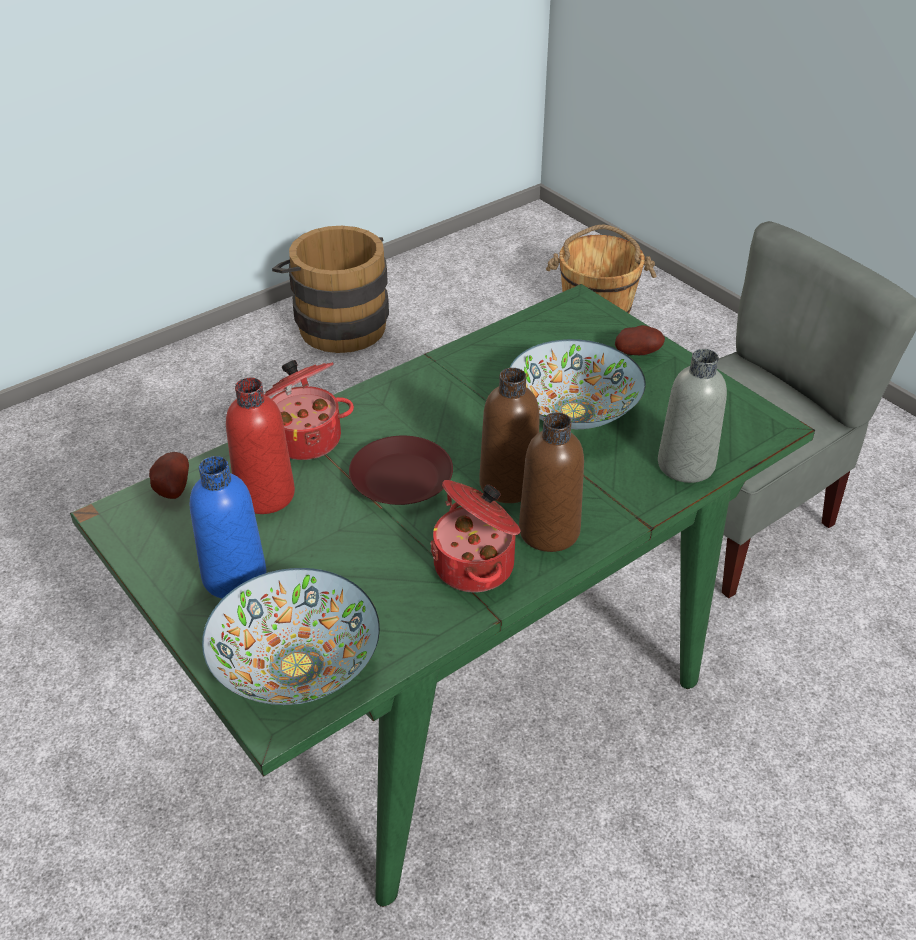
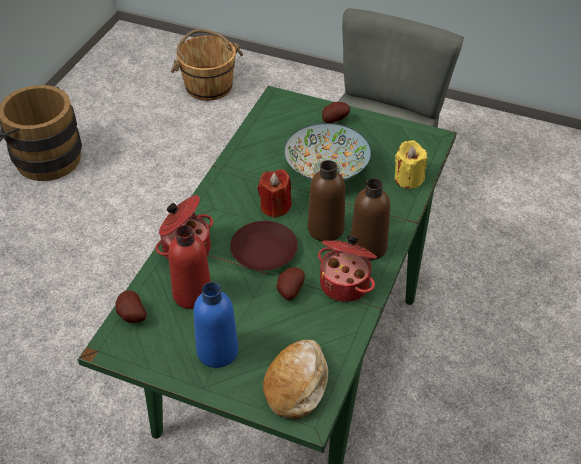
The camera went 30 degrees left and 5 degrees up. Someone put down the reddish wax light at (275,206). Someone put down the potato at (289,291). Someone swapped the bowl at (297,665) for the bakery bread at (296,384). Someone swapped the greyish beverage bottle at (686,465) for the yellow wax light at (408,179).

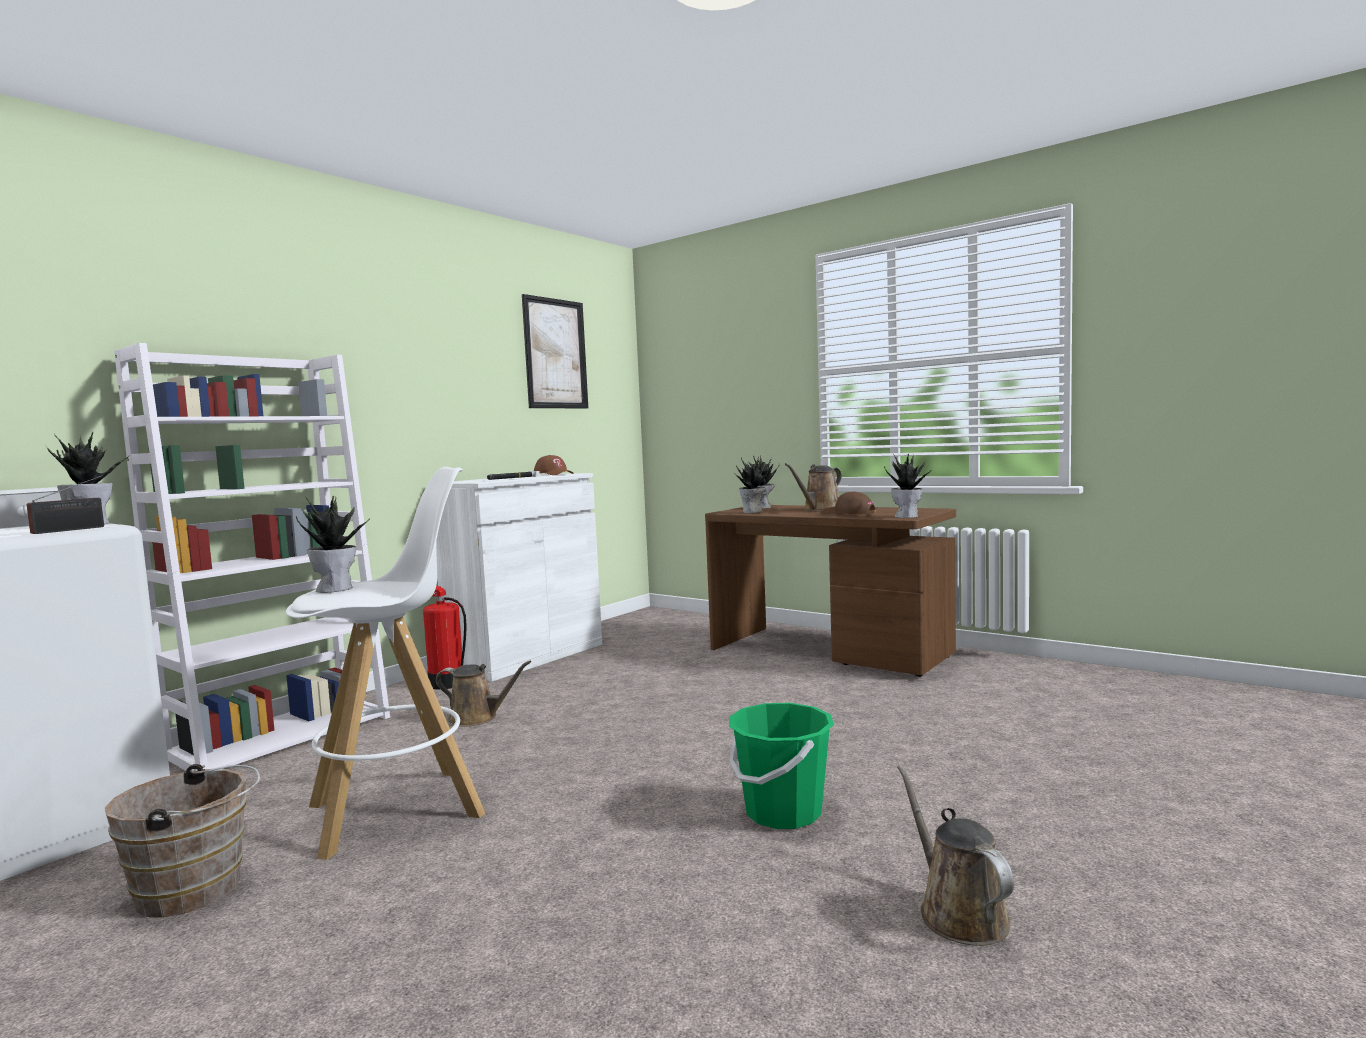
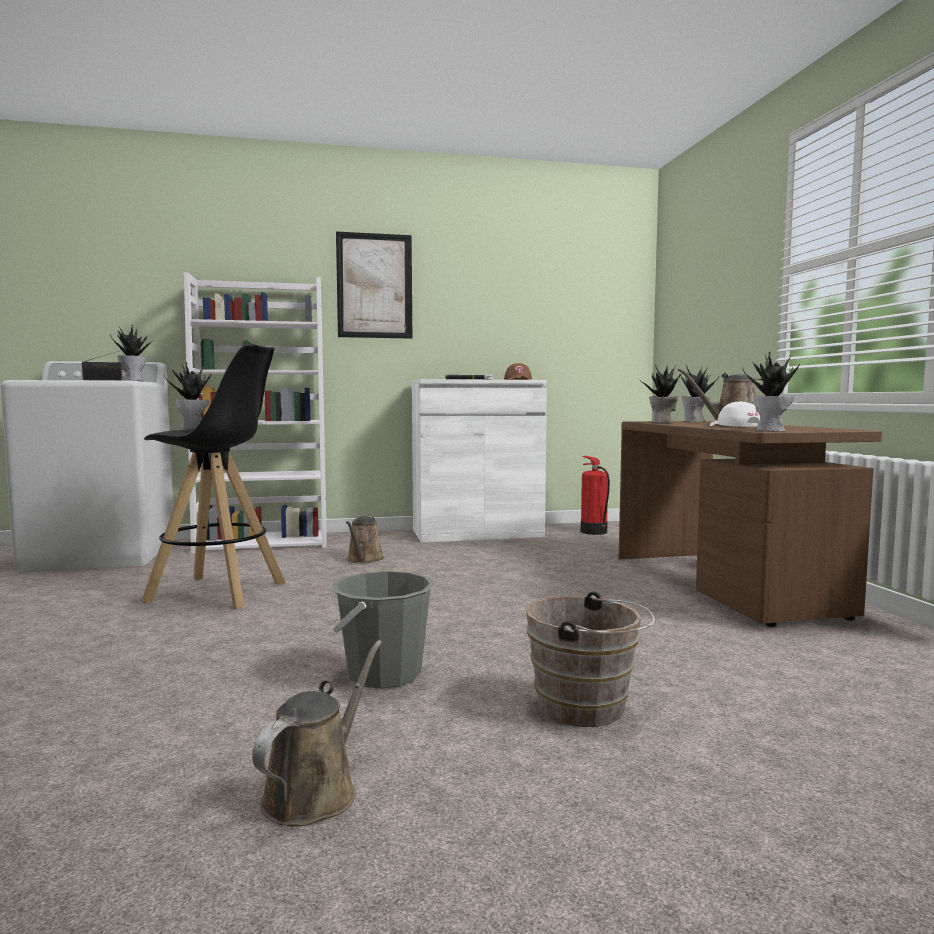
The camera went 40 degrees right and 0 degrees up. Someone carried the brown-coloured bucket from (198,889) to (587,708). Someone carried the fire-fighting cylinder from (446,683) to (593,532). Someone carried the picture from (555,354) to (374,286). Someone repainted the white stool at (398,810), which became the black stool at (218,592). Someone repainted the green-coloured bucket at (783,812), which became the greyish bucket at (384,674). Someone repainted the brown-coloured cap at (848,513), which became the white cap at (735,426). Someone rotated the brown-coloured sprinkling can at (477,718) by 45 degrees clockwise.

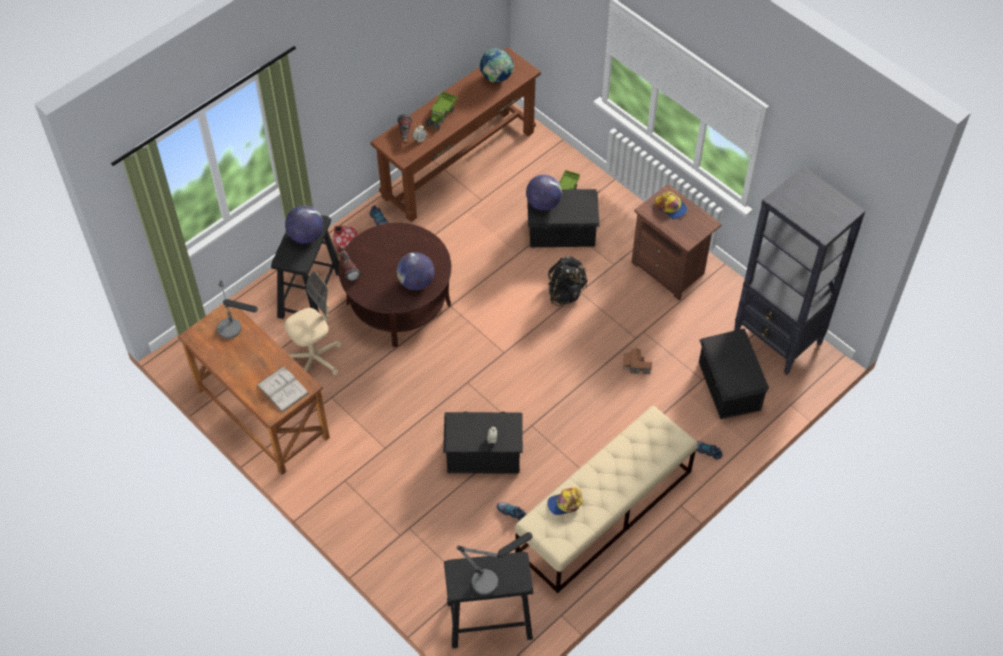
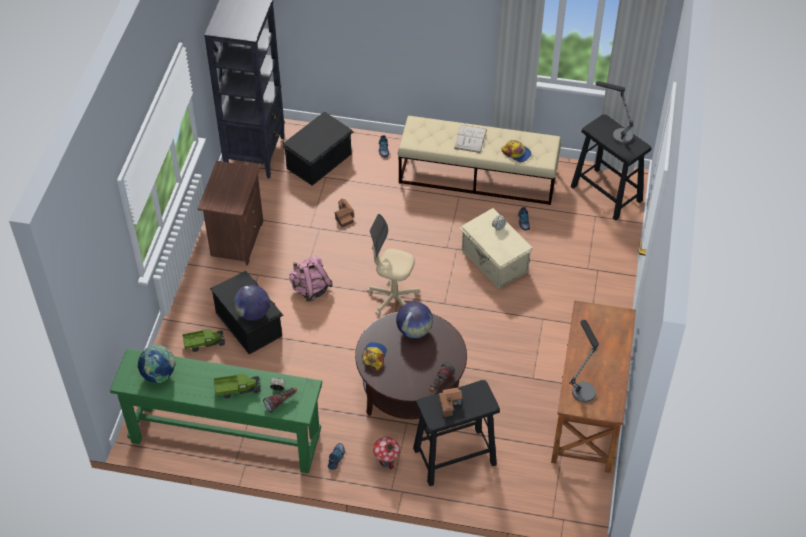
The camera went 125 degrees left and 5 degrees down. Someone carried the white volume from (282,389) to (470,139). Someone carried the sand-coloured desk chair from (315,359) to (393,298). Someone carried the cap from (671,207) to (374,356). Someone swapped the world globe at (306,236) for the miniature house at (450,403). Someone repainted the brown-coloured console table at (459,164), which became the green-coloured console table at (225,438). Someone repainted the black storage bin at (483,453), which became the sand-coloured storage bin at (494,261). Someone repainted the black backpack at (566,293), which became the pink backpack at (310,289).

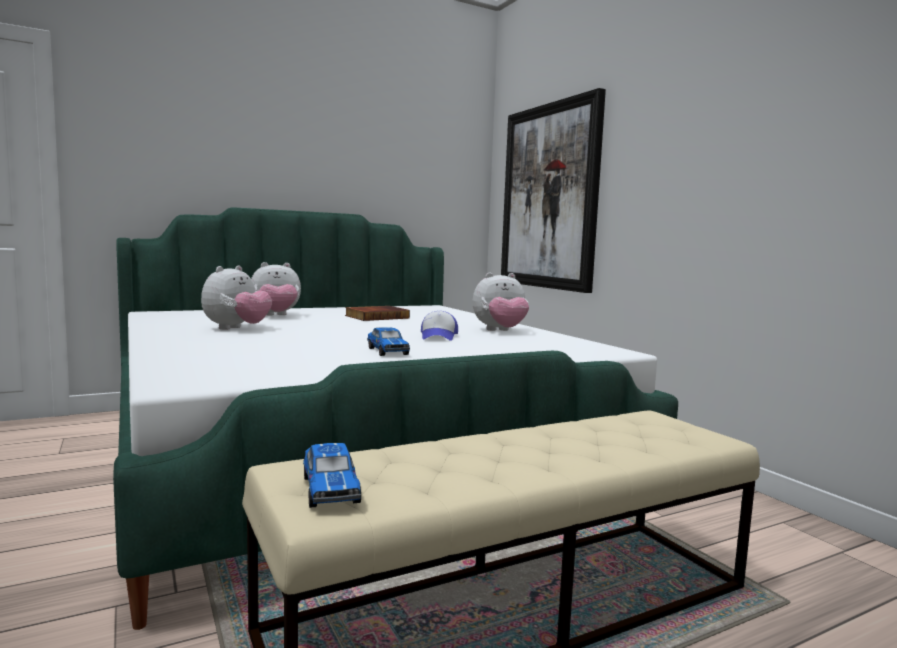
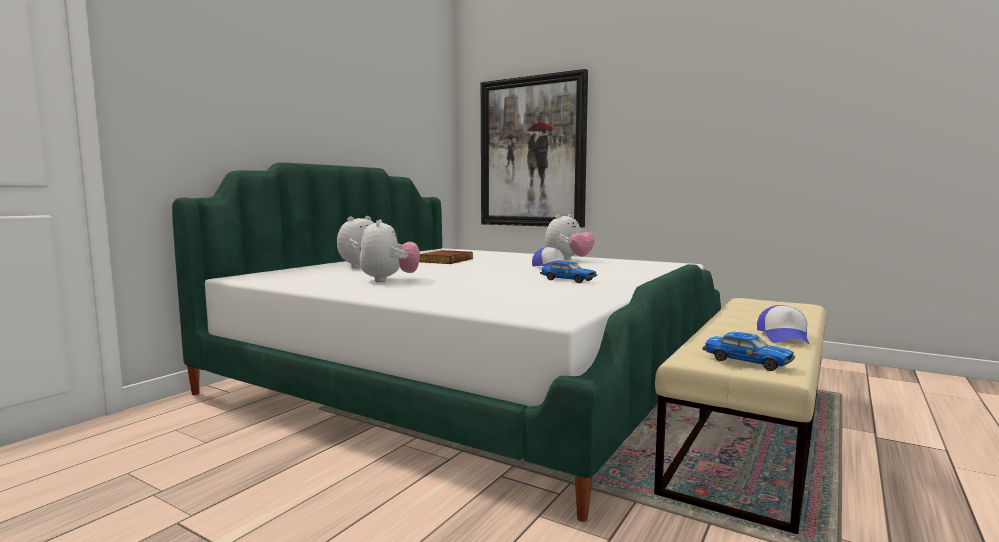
The camera went 30 degrees left and 0 degrees up. Someone put down the cap at (784,337).

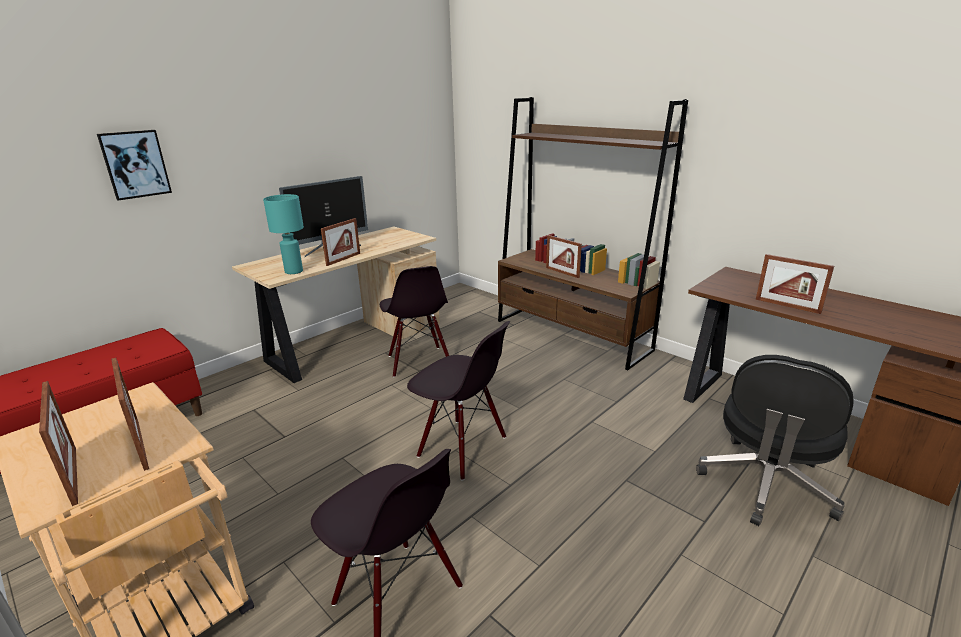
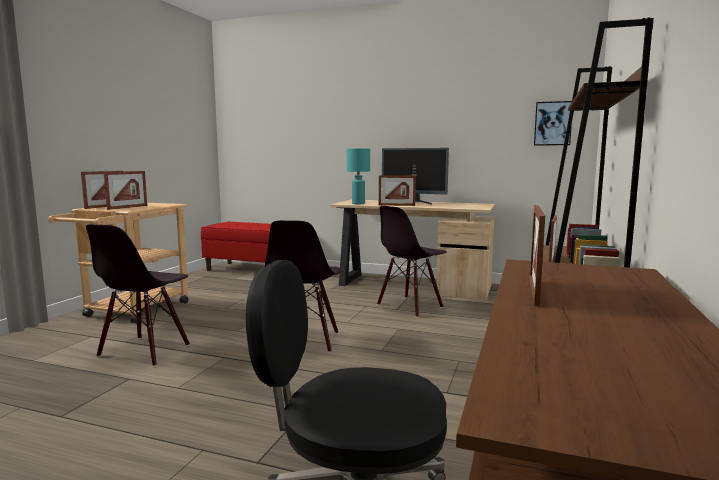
The camera went 65 degrees right and 15 degrees down. Someone carried the picture from (135,164) to (553,123).

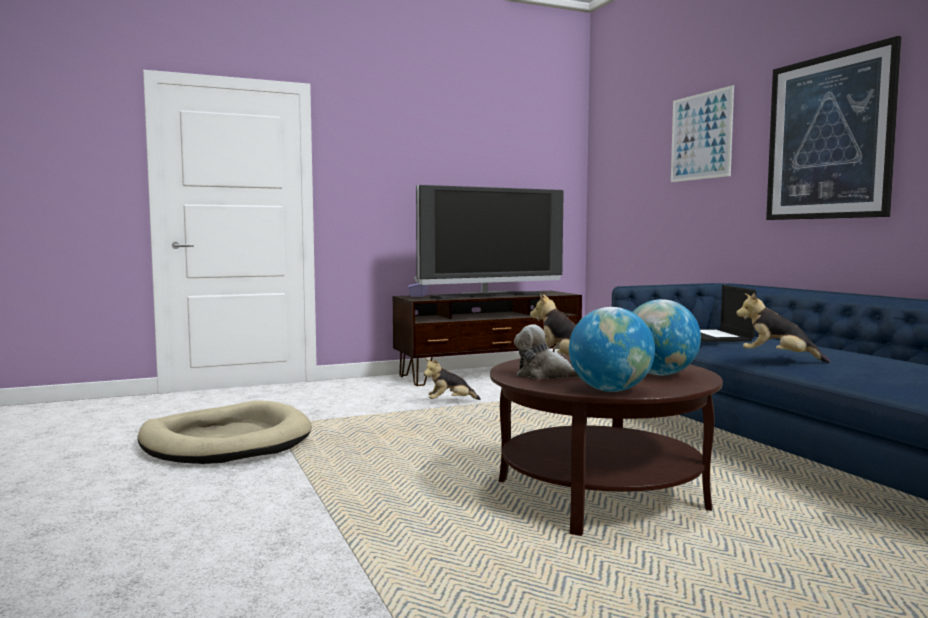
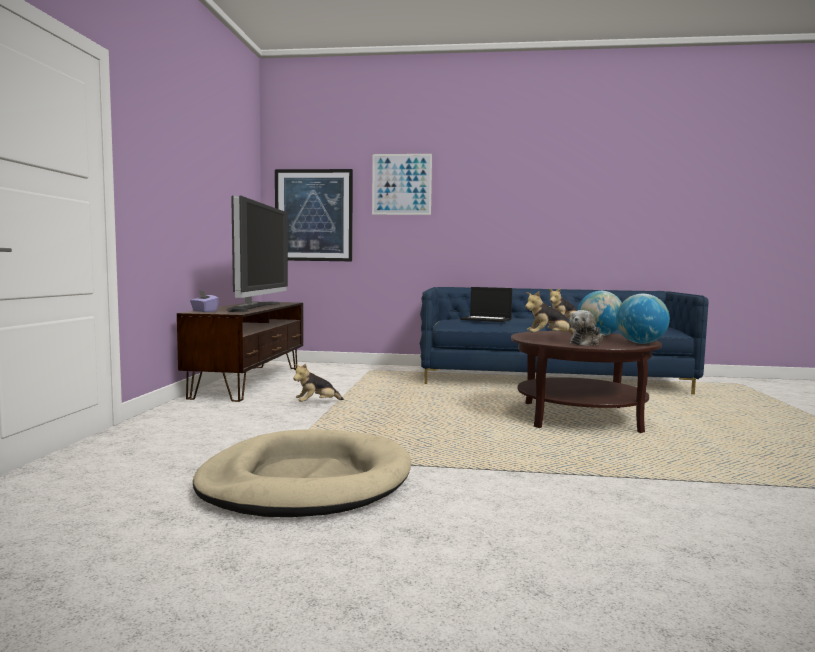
The camera went 60 degrees left and 0 degrees up. Someone carried the picture from (828,137) to (314,215). Someone rotated the cuddly toy at (450,402) by 45 degrees clockwise.

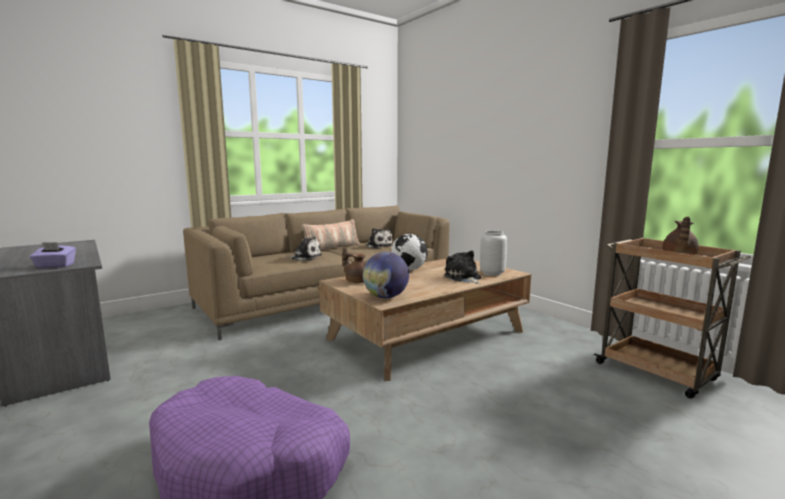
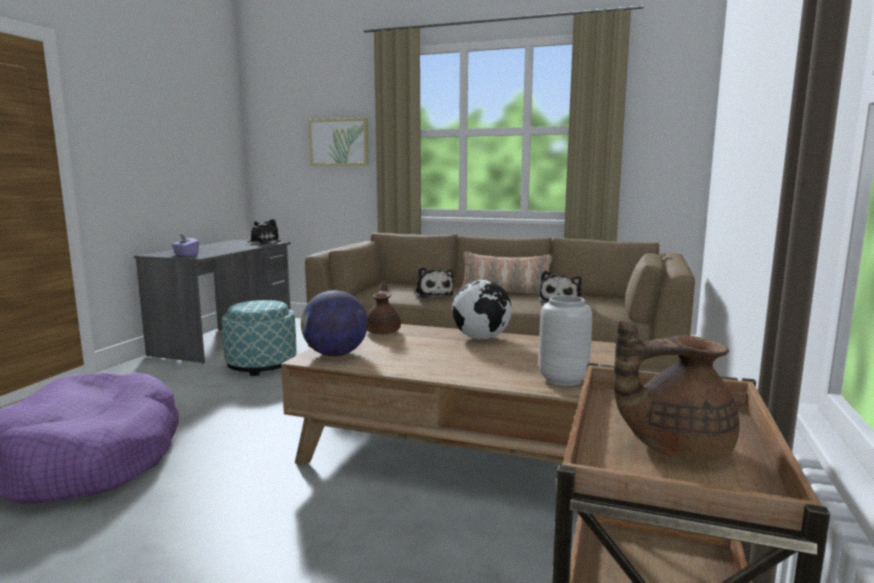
The camera went 55 degrees right and 0 degrees up. Someone put down the footrest at (261,365). Someone put up the picture at (339,142). Someone carried the cuddly toy from (463,278) to (261,243).

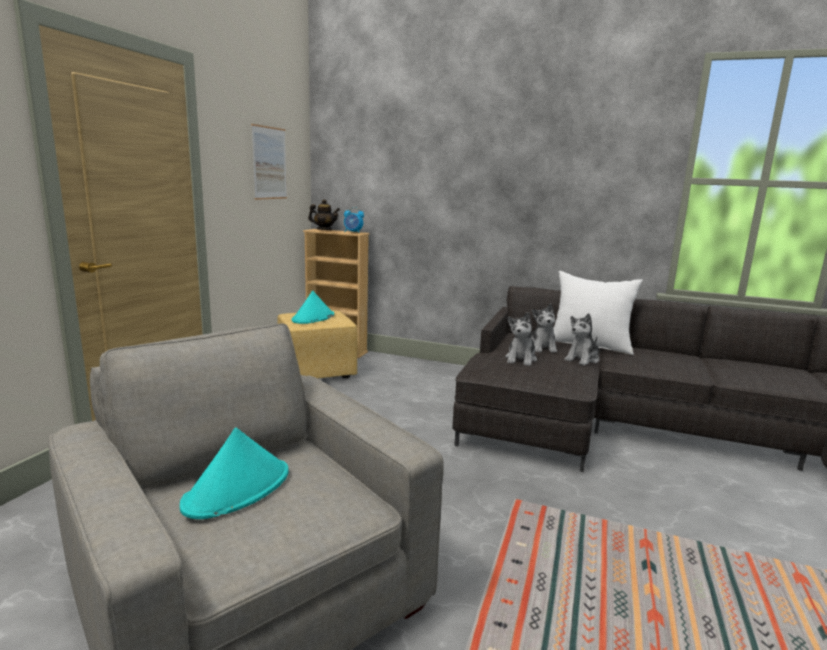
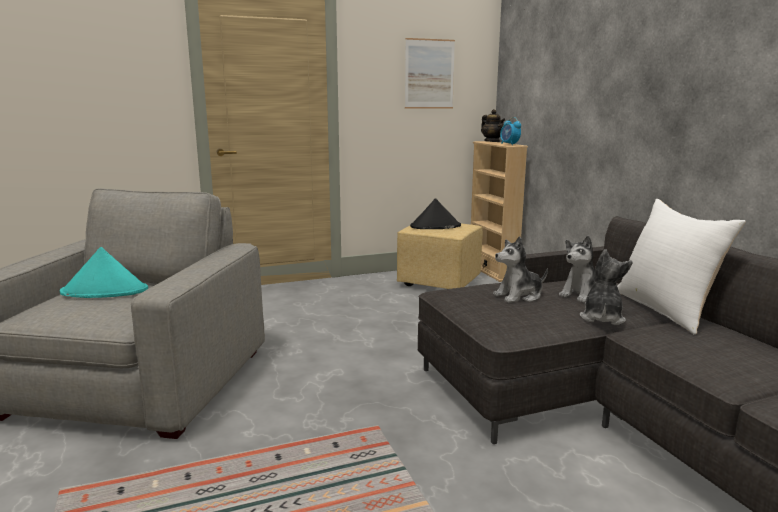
The camera went 50 degrees right and 0 degrees up. Someone repainted the blue-green clothing hat at (313,318), which became the black clothing hat at (435,226). Someone rotated the cuddly toy at (582,359) by 105 degrees clockwise.

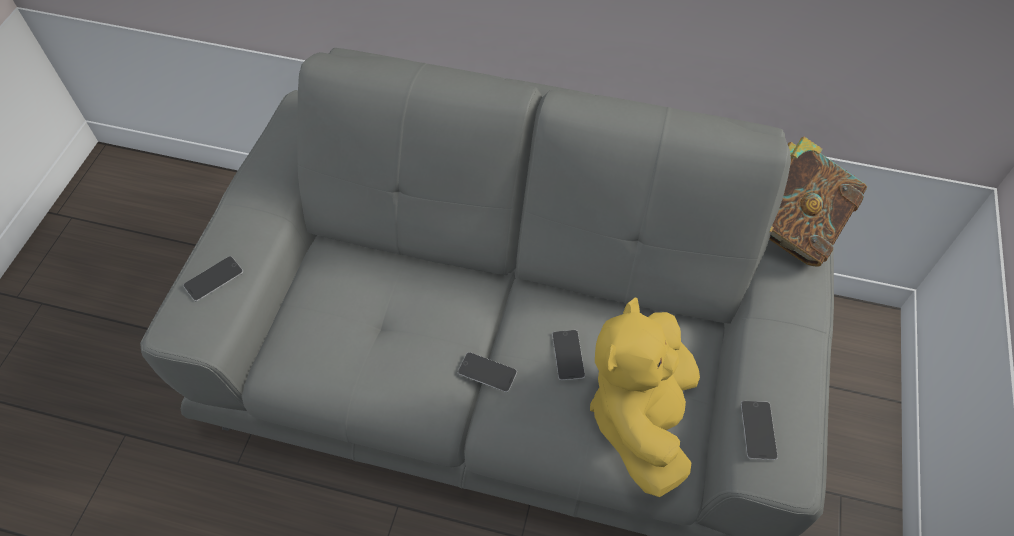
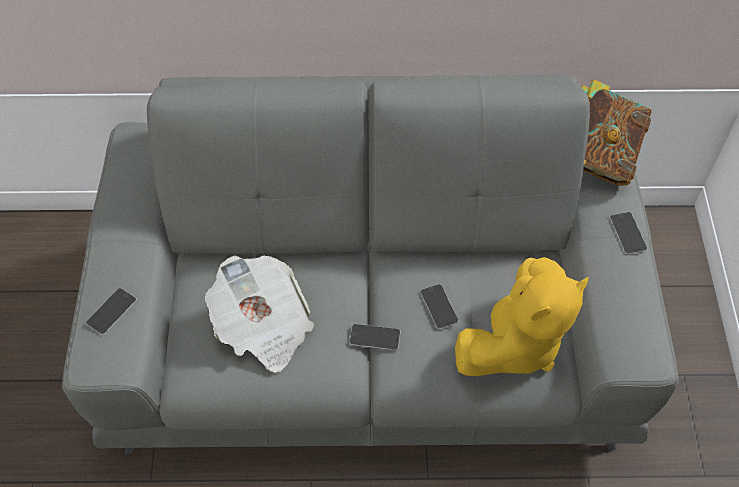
The camera went 15 degrees left and 0 degrees up. Someone put down the daily paper at (263,327). Someone carried the handset from (758,430) to (628,233). Someone rotated the yellow cuddly toy at (641,417) by 135 degrees counterclockwise.

